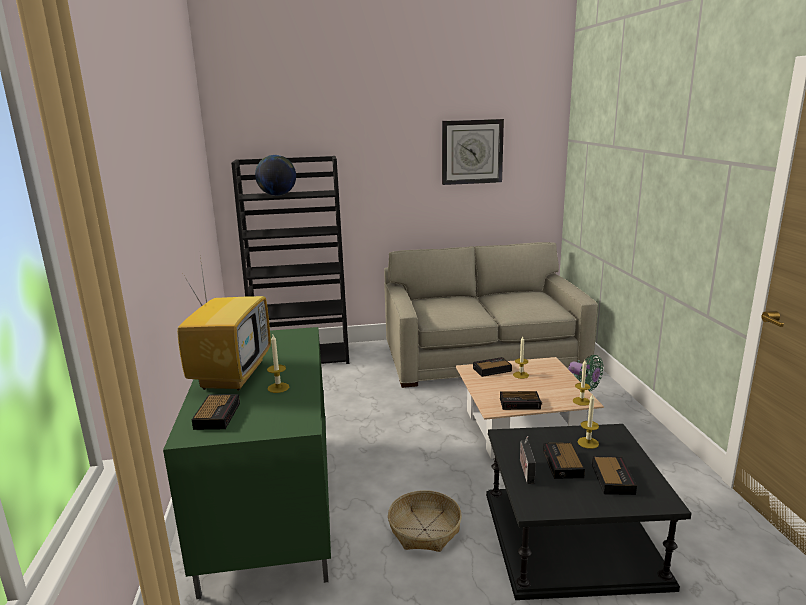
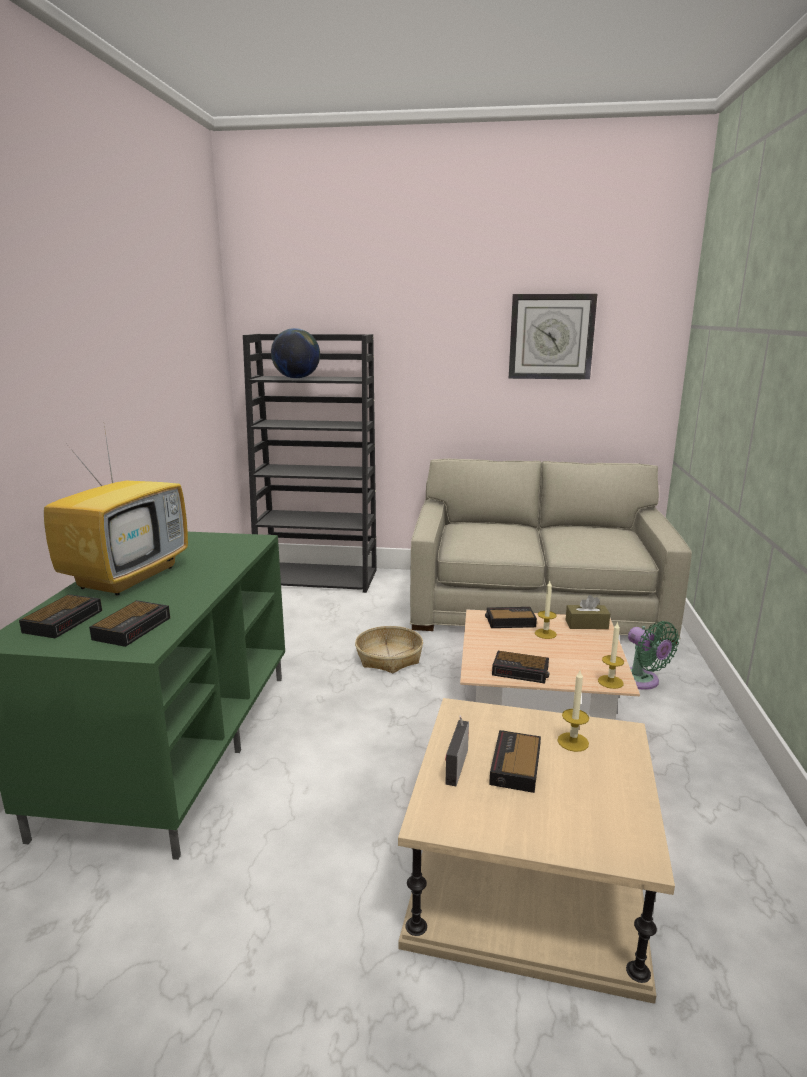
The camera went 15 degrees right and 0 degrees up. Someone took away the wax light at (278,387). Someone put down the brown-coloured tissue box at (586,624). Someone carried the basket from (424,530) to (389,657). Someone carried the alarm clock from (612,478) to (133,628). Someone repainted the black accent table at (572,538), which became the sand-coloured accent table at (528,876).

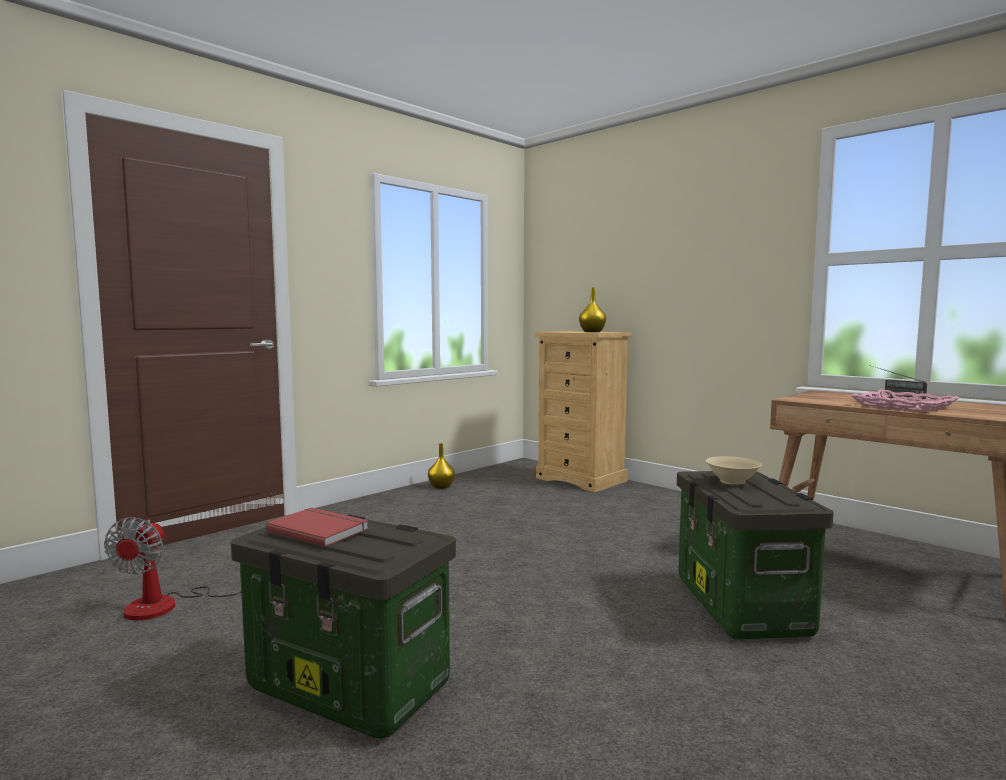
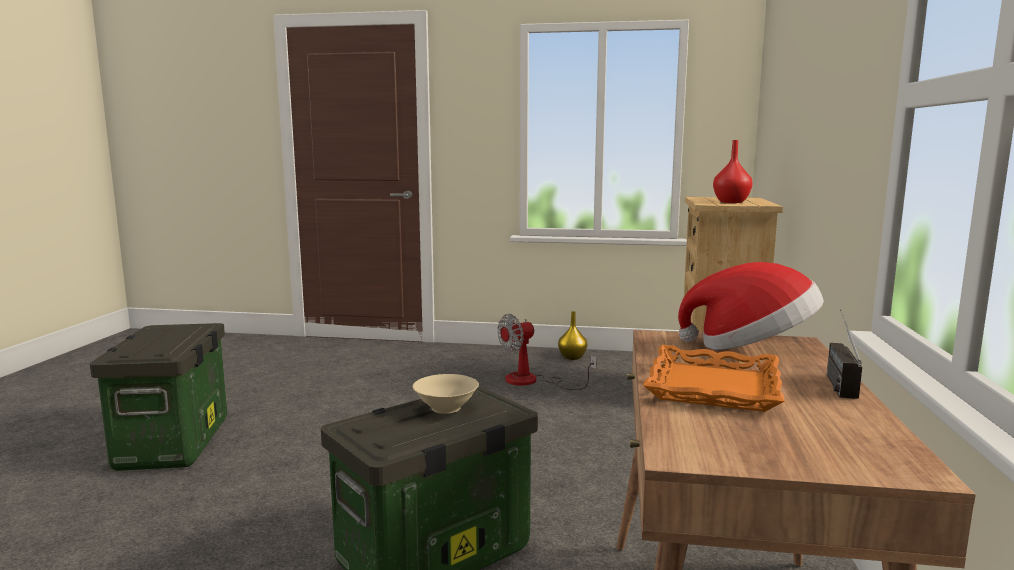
The camera went 55 degrees right and 5 degrees up. Someone took away the reddish volume at (319,529). Someone put down the clothing hat at (751,347). Someone carried the cooling fan from (170,604) to (532,381). Someone repainted the yellow decorative vase at (591,332), which became the reddish decorative vase at (731,202). Someone repainted the pink serving tray at (903,406), which became the orangey serving tray at (715,387).

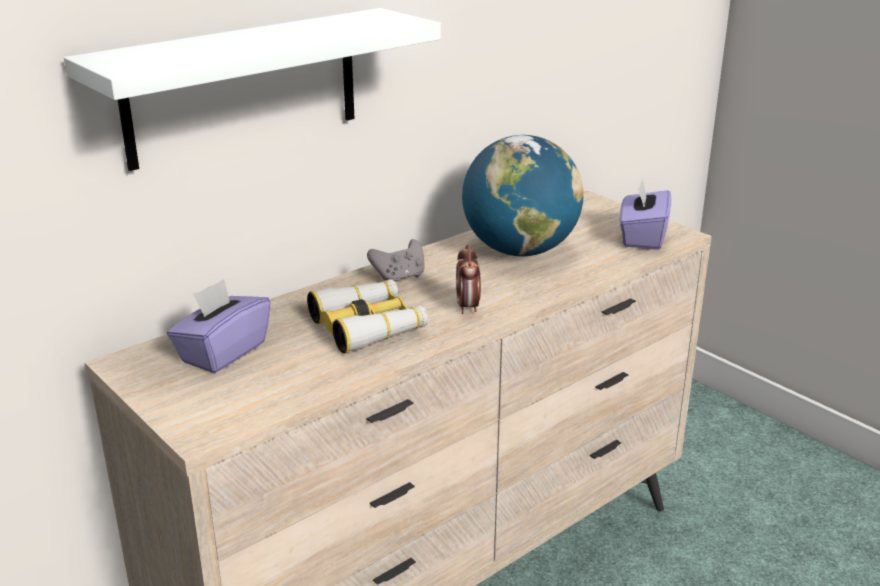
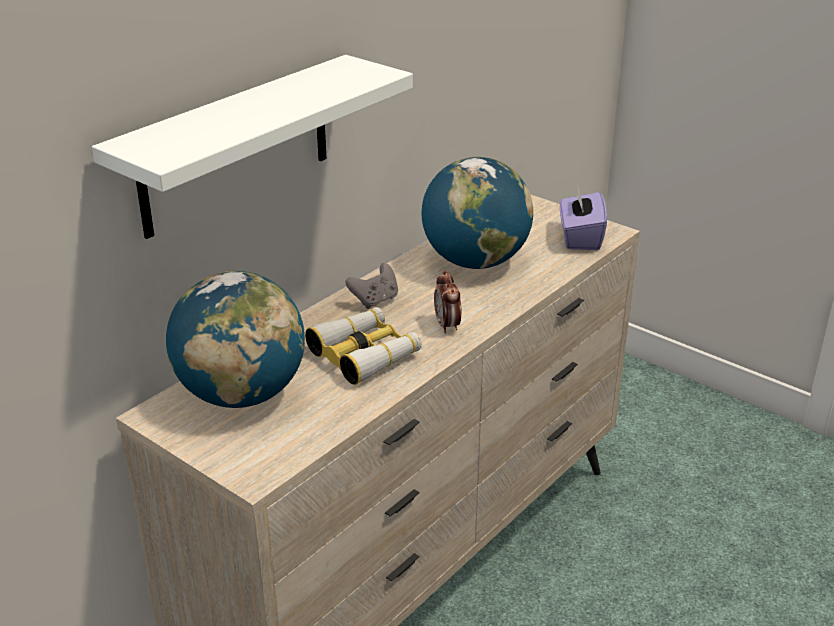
The camera went 10 degrees left and 5 degrees up. Someone swapped the purplish tissue box at (223,352) for the world globe at (242,394).

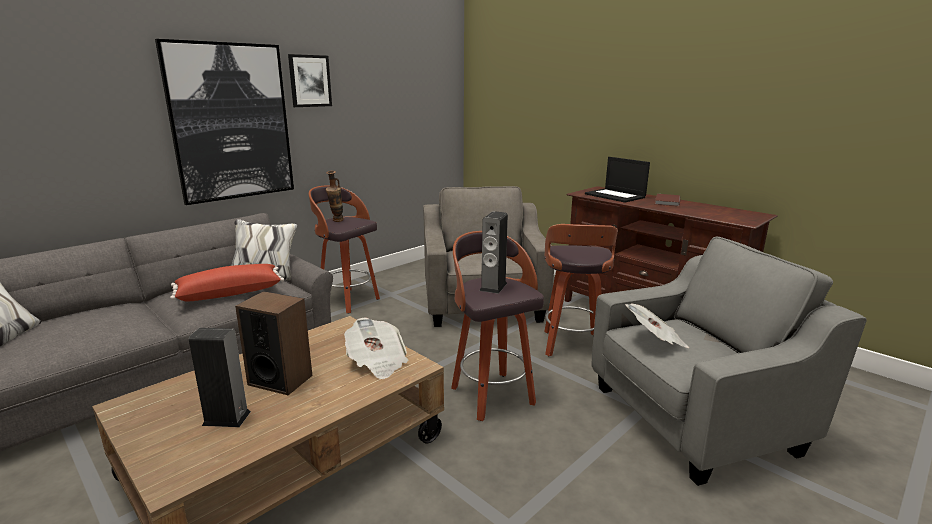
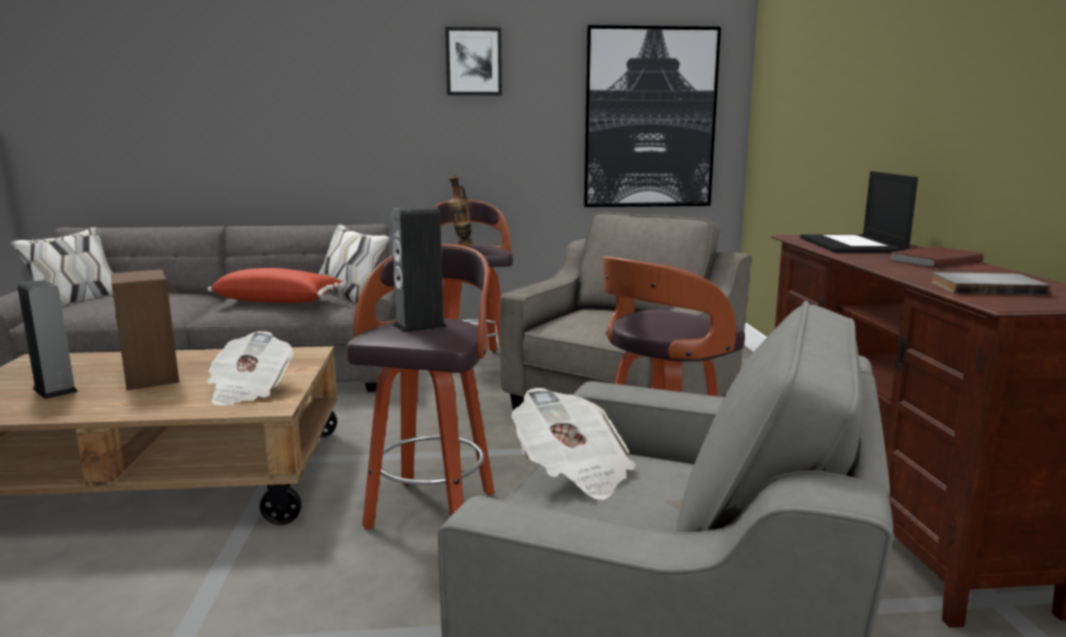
The camera went 40 degrees right and 5 degrees down. Someone put down the greyish volume at (985,288). Someone carried the picture from (231,122) to (649,118).

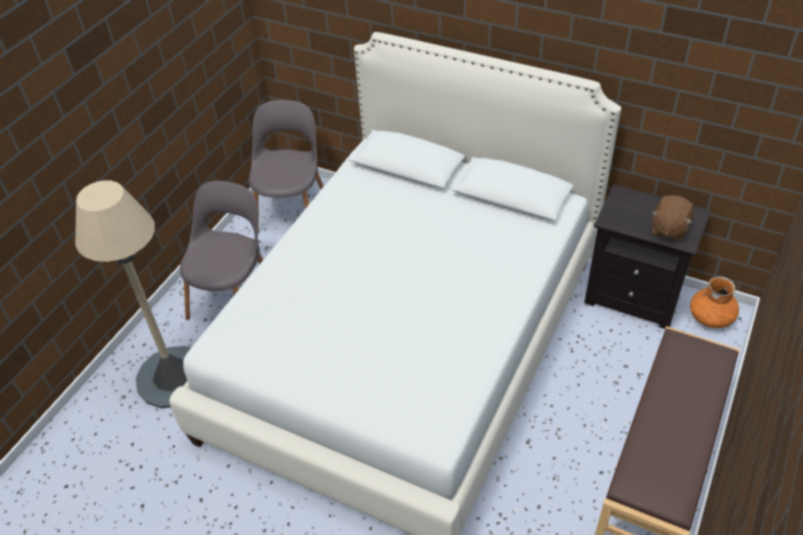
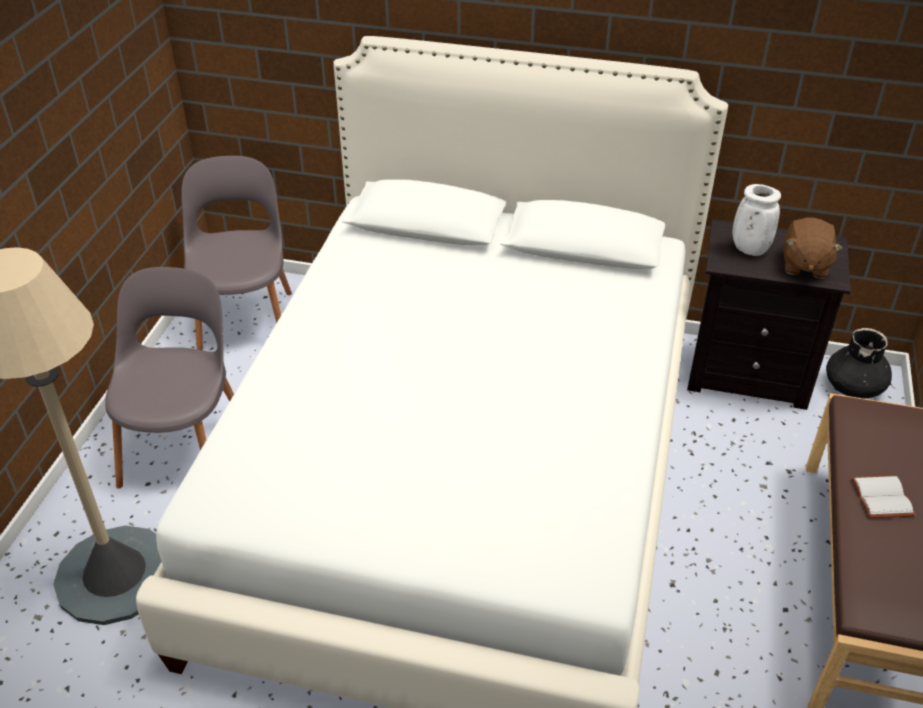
The camera went 15 degrees left and 5 degrees down. Someone put down the white decorative vase at (748,249). Someone put down the white volume at (879,497). Someone repainted the orangey decorative vase at (711,317), which became the black decorative vase at (854,386).

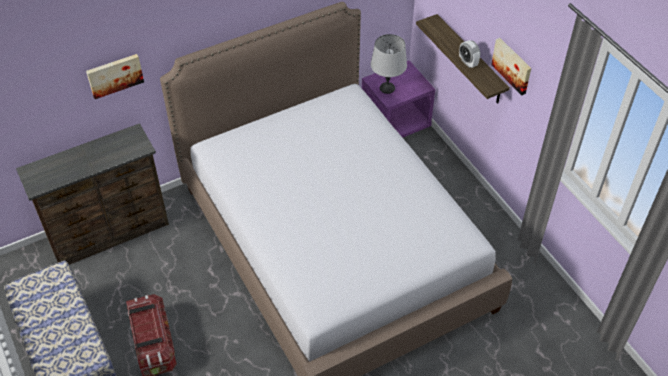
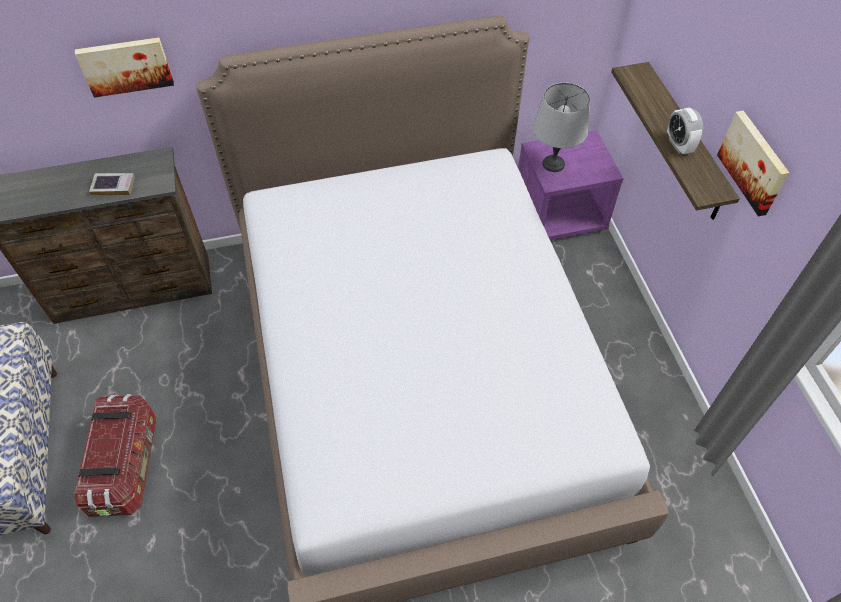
The camera went 15 degrees right and 5 degrees up. Someone put down the volume at (113,186).

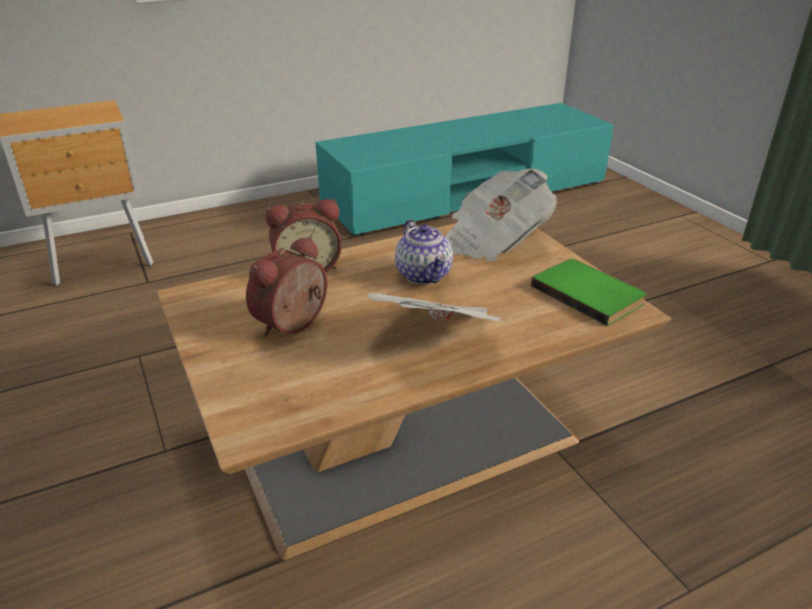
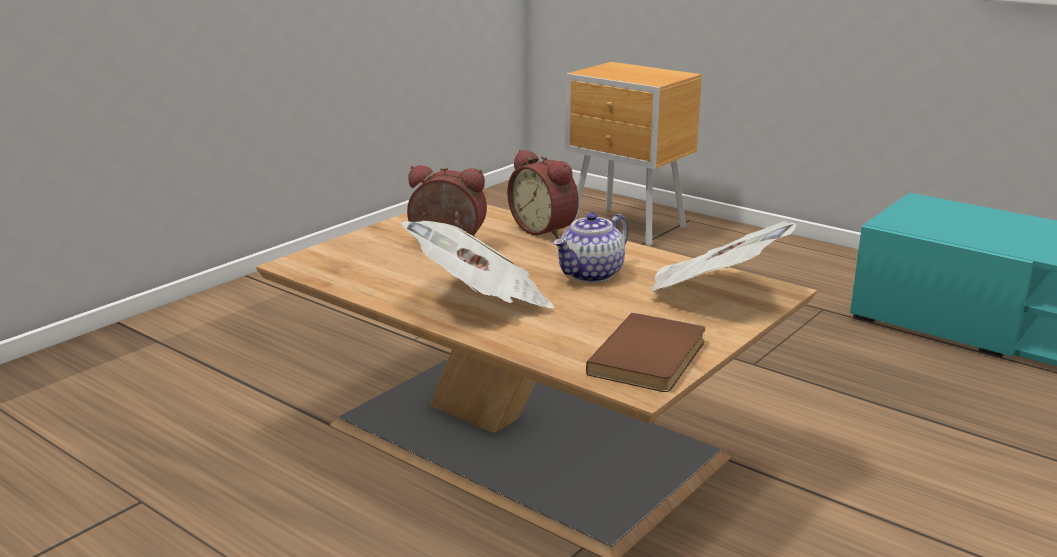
The camera went 65 degrees right and 10 degrees down. Someone repainted the green-coloured volume at (589,293), which became the brown-coloured volume at (652,358).

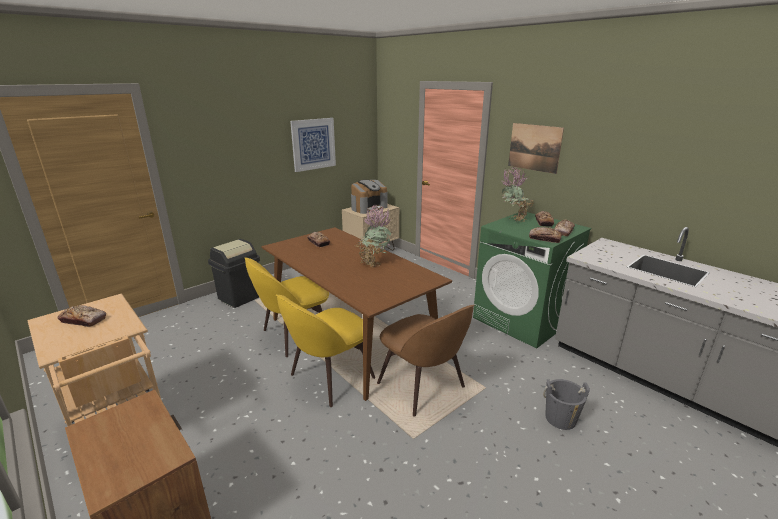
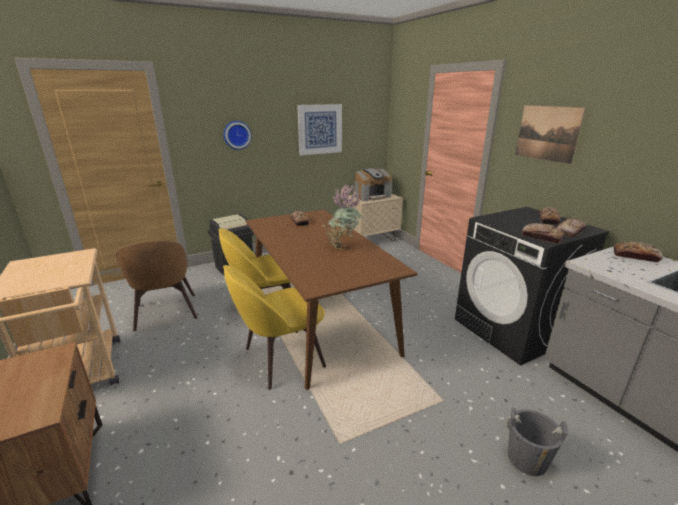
The camera went 15 degrees right and 0 degrees up. Someone took away the potted plant at (513,220). Someone put up the hanging clock at (237,135). Someone carried the bakery bread from (83,320) to (635,256). Someone carried the brown-coloured plain chair from (423,387) to (166,313). Someone repainted the green-coloured washing machine at (522,320), which became the black washing machine at (512,330).

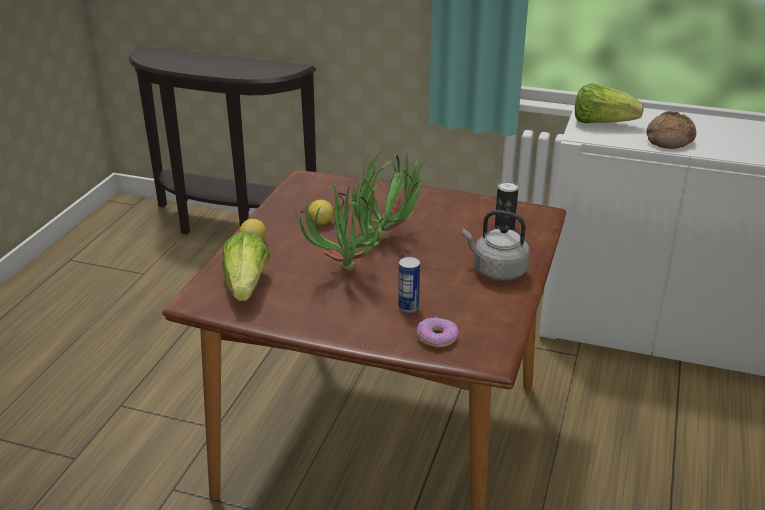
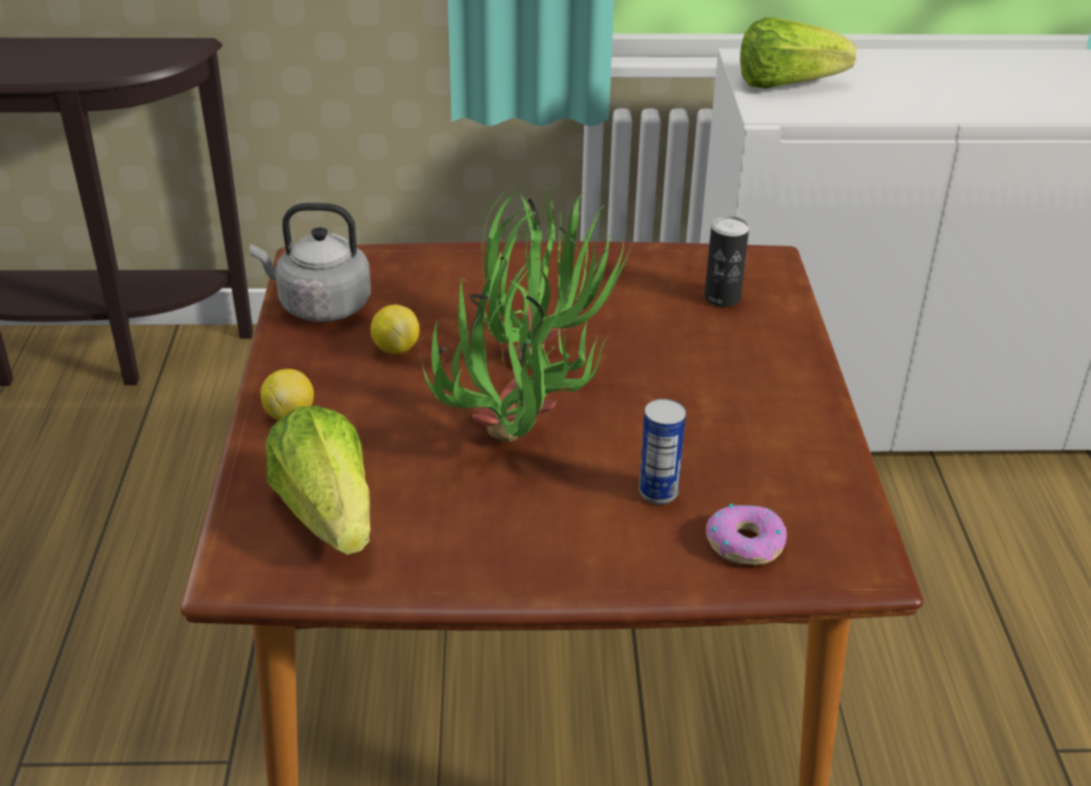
The camera went 20 degrees left and 5 degrees up. Someone took away the bakery bread at (668,140). Someone carried the greyish kettle from (496,271) to (320,306).

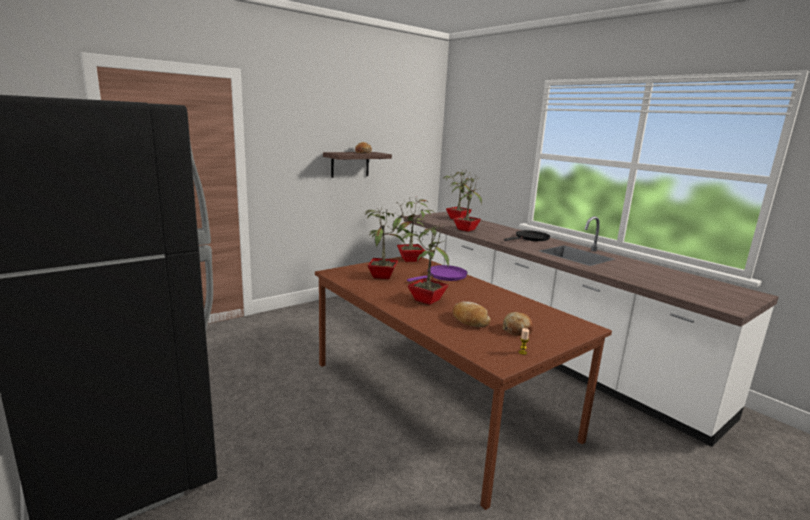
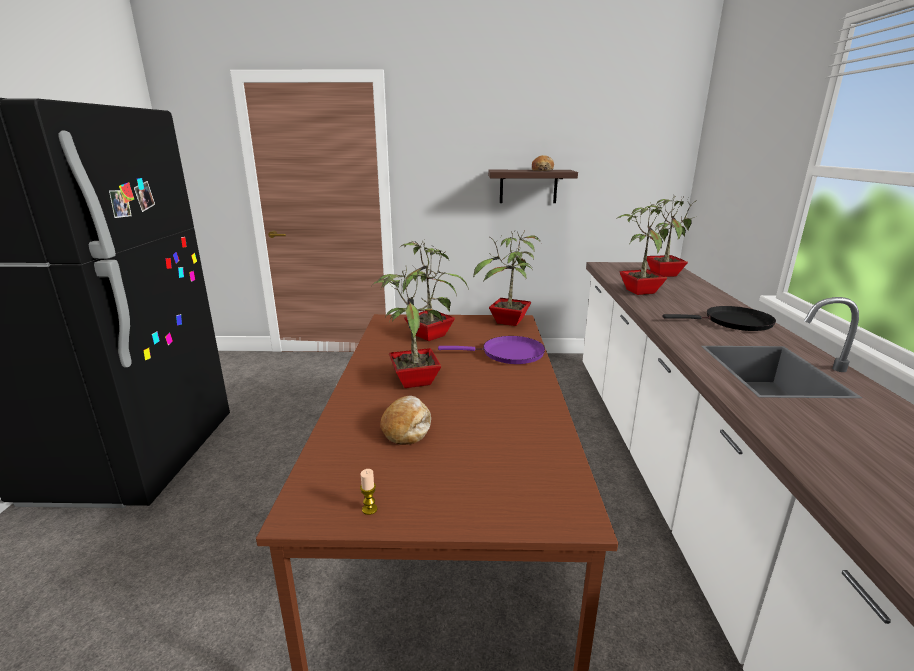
The camera went 40 degrees right and 5 degrees up. Someone took away the bakery bread at (517,330).

